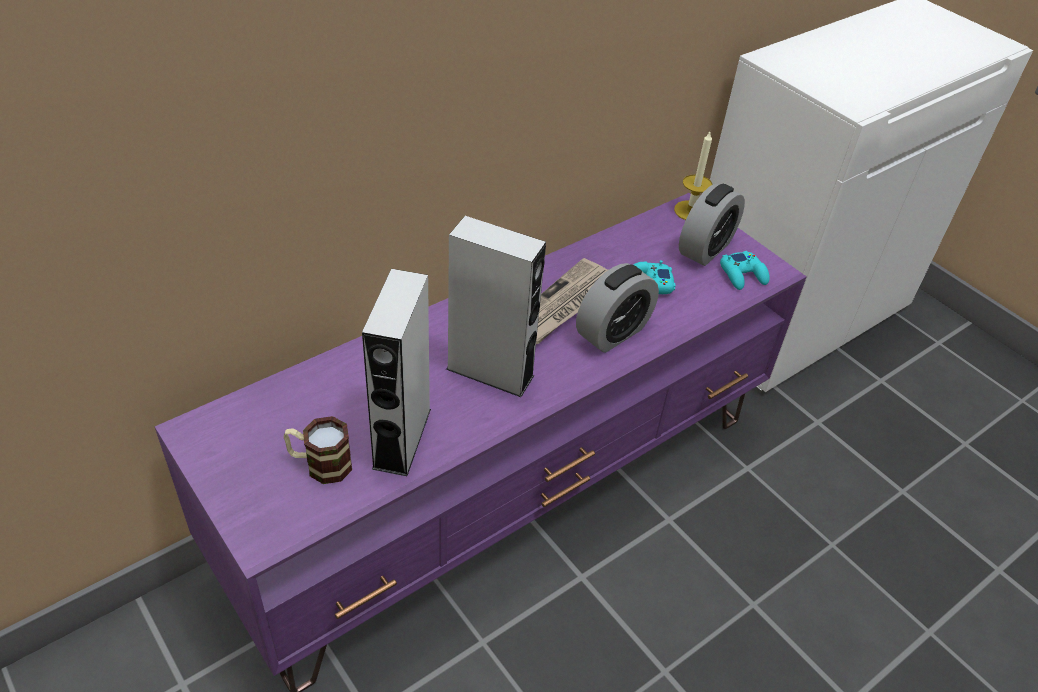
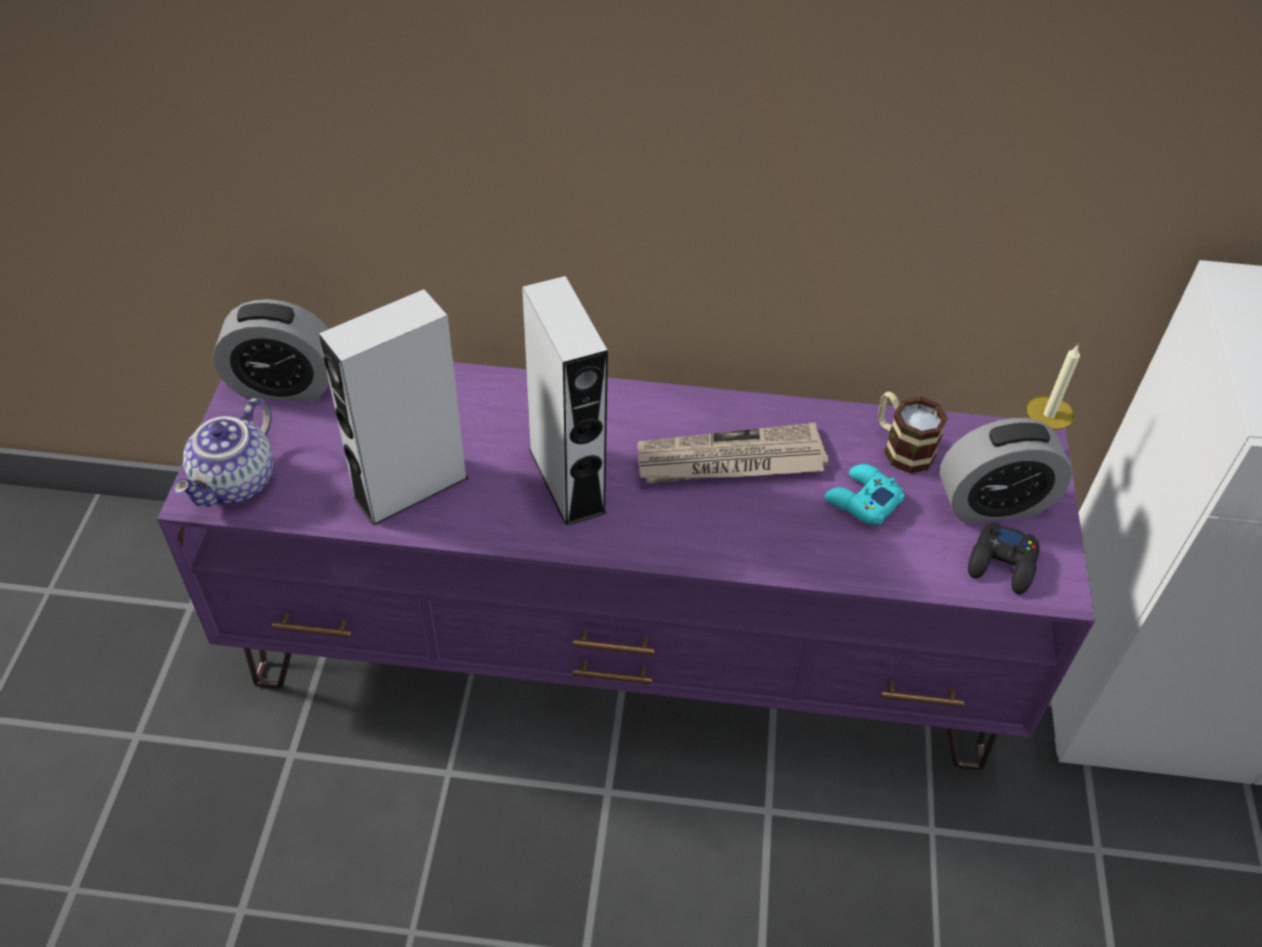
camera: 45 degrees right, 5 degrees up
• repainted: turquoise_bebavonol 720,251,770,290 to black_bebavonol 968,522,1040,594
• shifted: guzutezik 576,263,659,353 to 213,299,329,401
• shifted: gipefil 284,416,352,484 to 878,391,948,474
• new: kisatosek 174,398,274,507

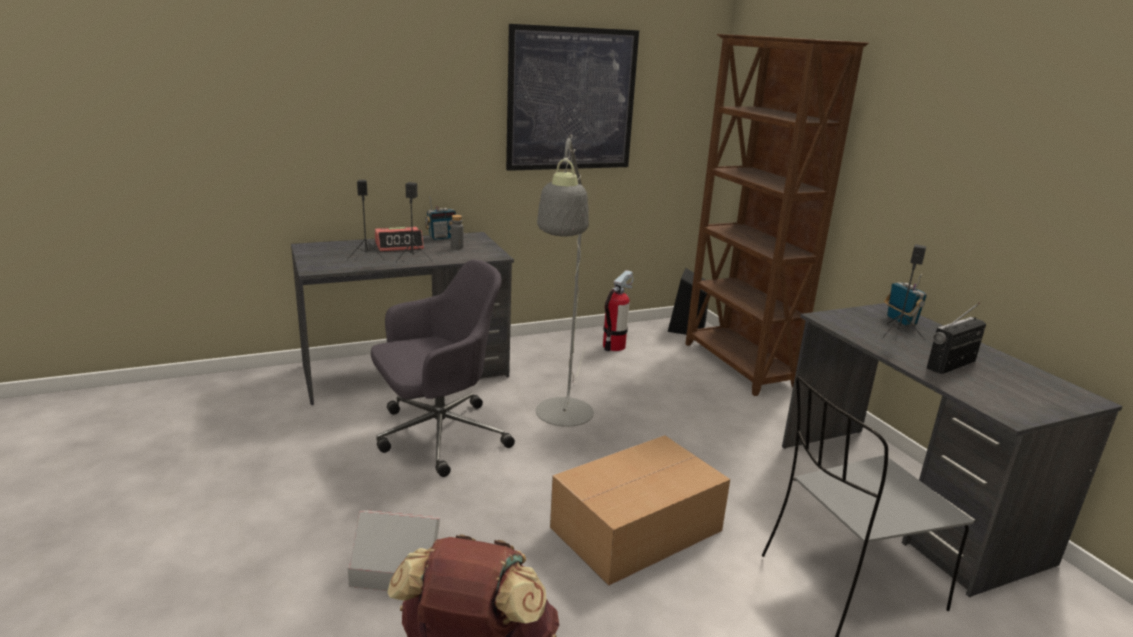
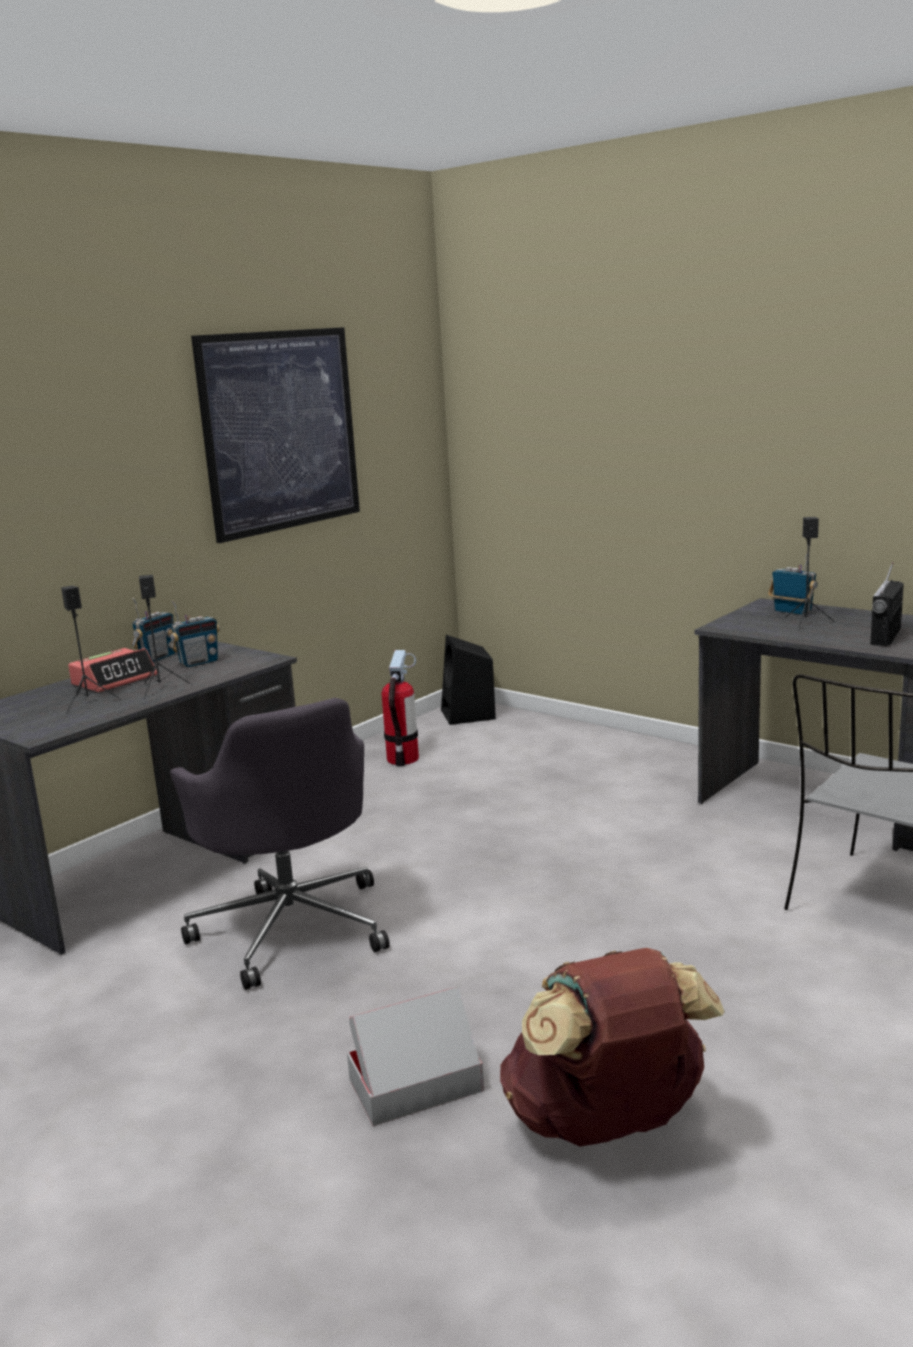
camera: 25 degrees left, 5 degrees down
• gone: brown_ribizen 685,34,869,396
• gone: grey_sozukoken 536,134,594,427
• swapped: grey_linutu 451,215,463,249 to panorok 170,601,220,667
• rotated: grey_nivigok 371,259,515,477 = 170,698,390,990 120 degrees clockwise
• gone: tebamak 550,435,730,586

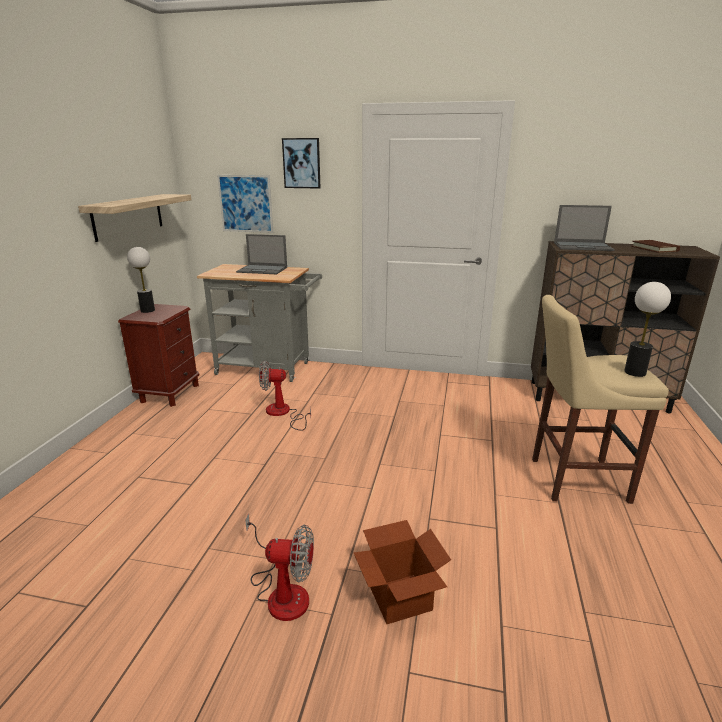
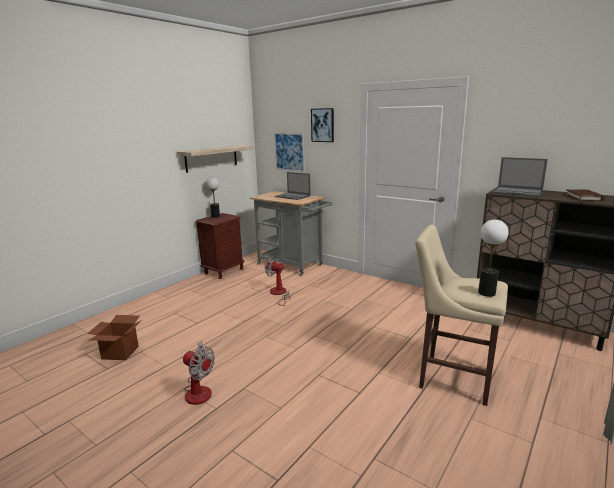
camera: 25 degrees right, 5 degrees down
• shifted: tebamak 353,520,451,624 to 87,315,142,360

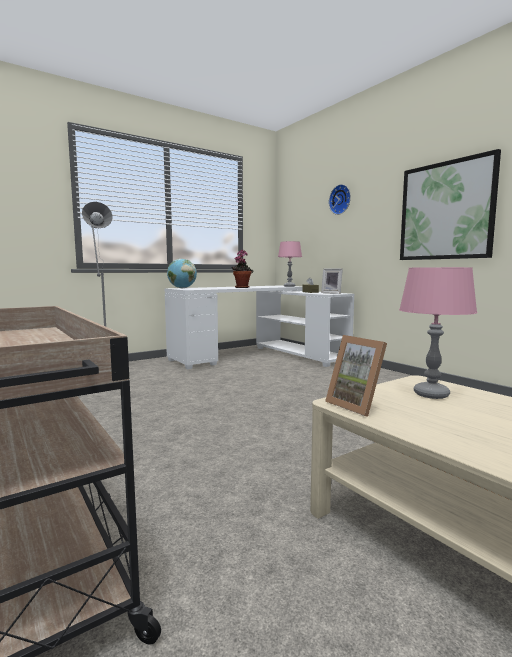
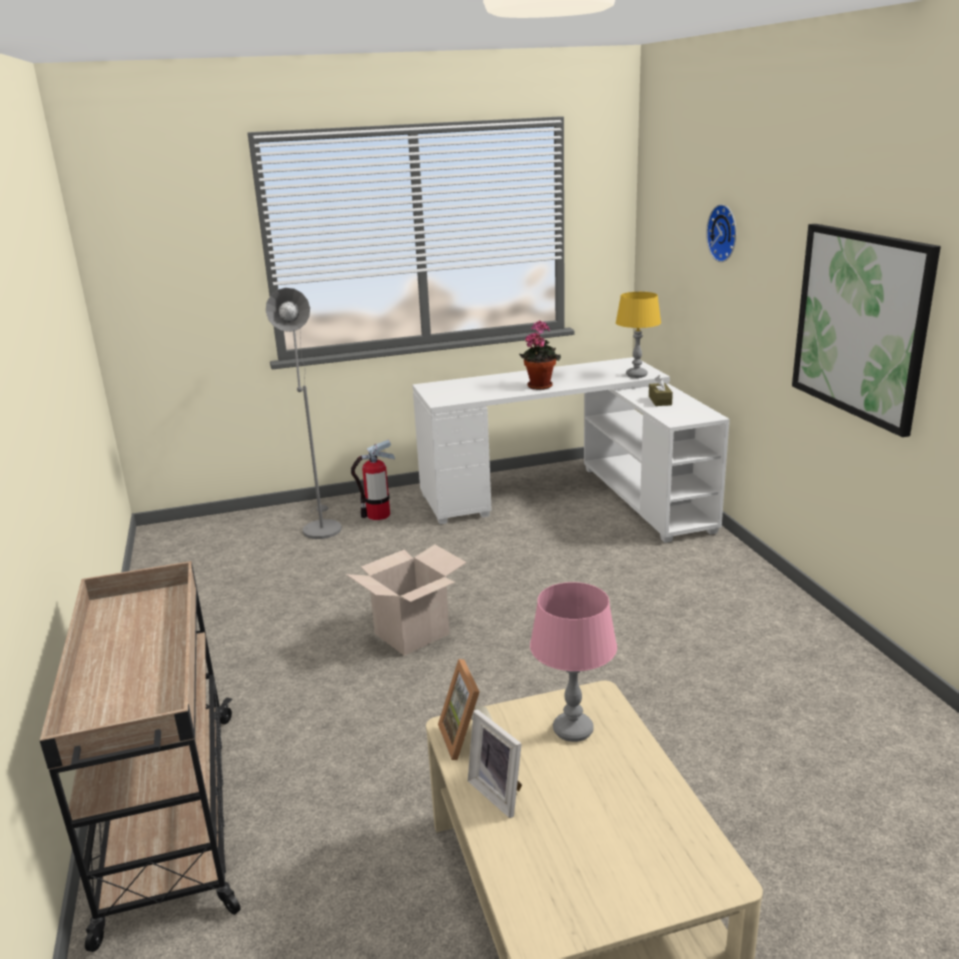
camera: 20 degrees right, 15 degrees up
• repainted: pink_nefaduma 278,241,302,287 to yellow_nefaduma 616,292,661,378
• gone: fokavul 167,259,197,288
• shifted: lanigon 321,268,343,294 to 468,709,522,818
• new: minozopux 351,439,395,520
• new: tebamak 346,544,467,656

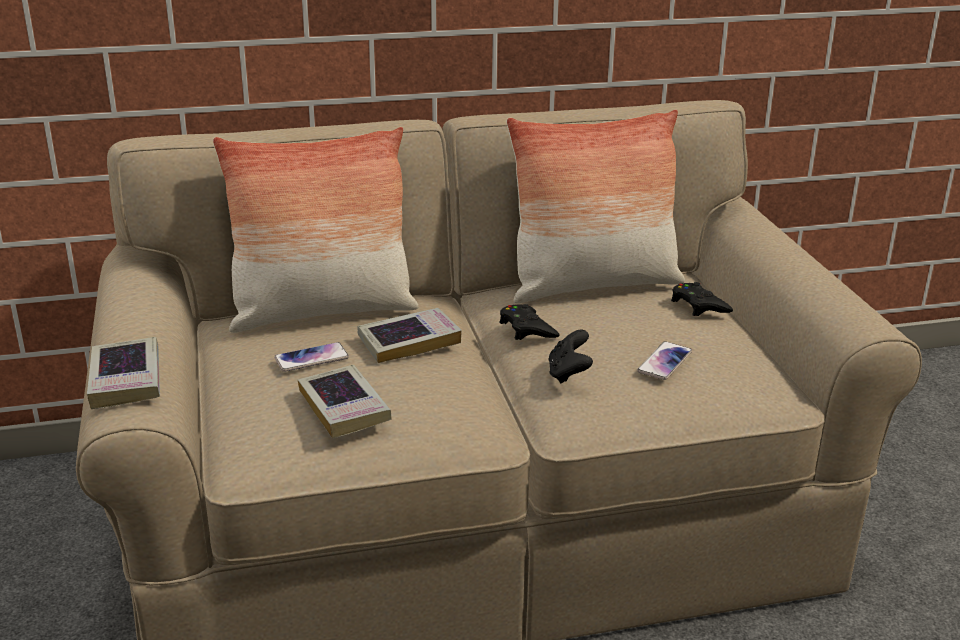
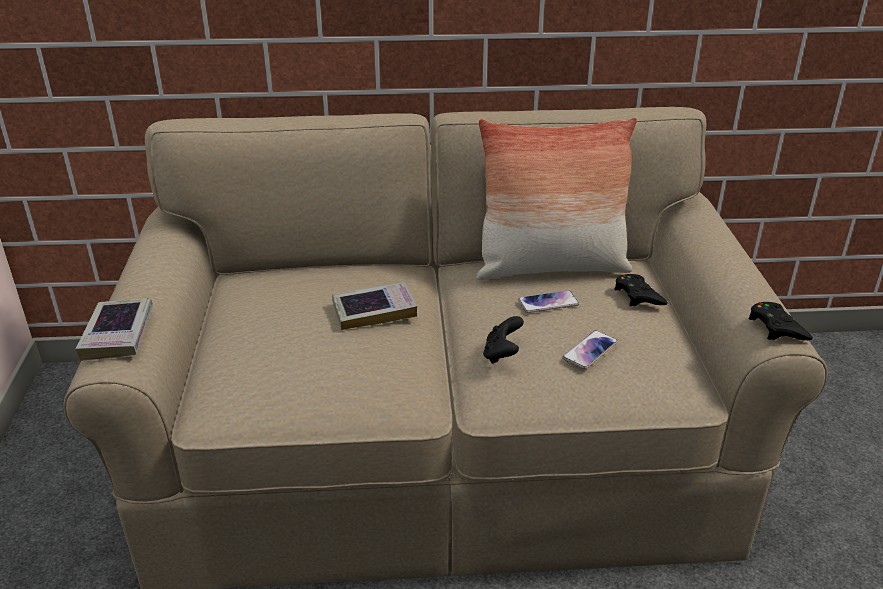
camera: 10 degrees right, 5 degrees up
• gone: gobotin 213,127,418,333
• shifted: black_bebavonol 499,304,559,340 to 748,302,813,340
• shifted: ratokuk 274,342,349,372 to 518,290,579,313
• gone: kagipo 298,365,392,438

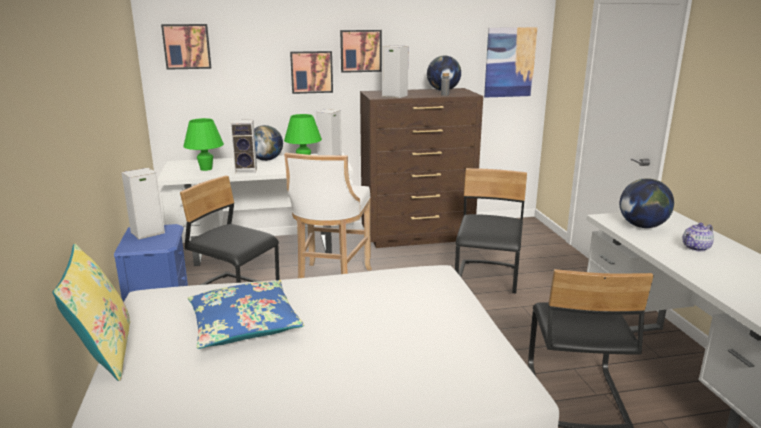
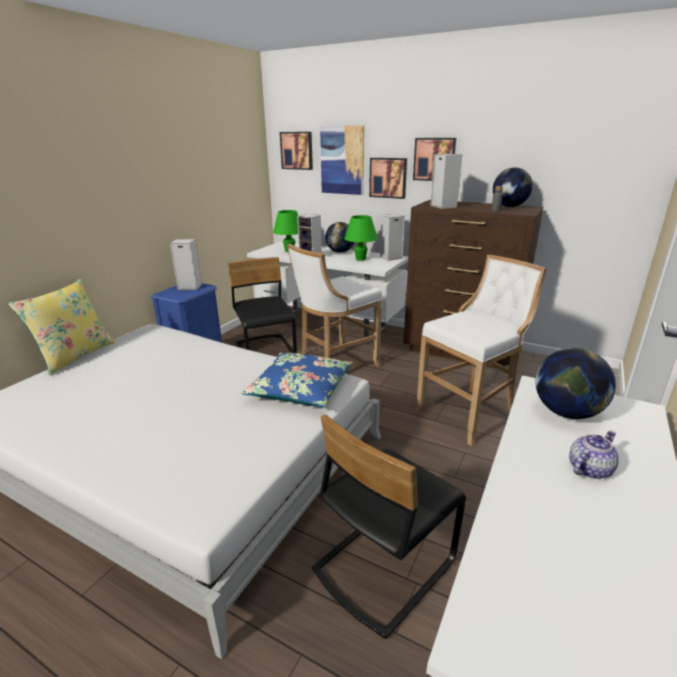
camera: 40 degrees right, 5 degrees up
• shifted: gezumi 484,27,538,98 to 320,125,364,195
• swapped: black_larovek 455,168,527,294 to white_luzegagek 415,255,547,446
• rotated: kisatosek 682,223,714,252 = 569,431,619,479 135 degrees clockwise
• shifted: blue_gobotin 188,280,304,349 to 241,353,353,408

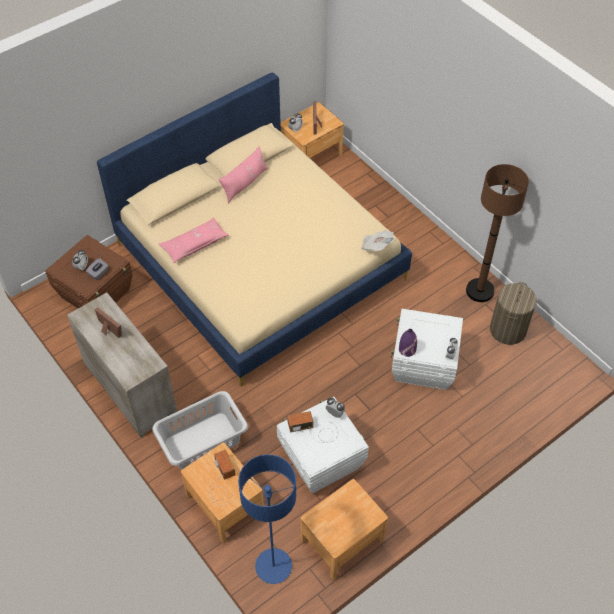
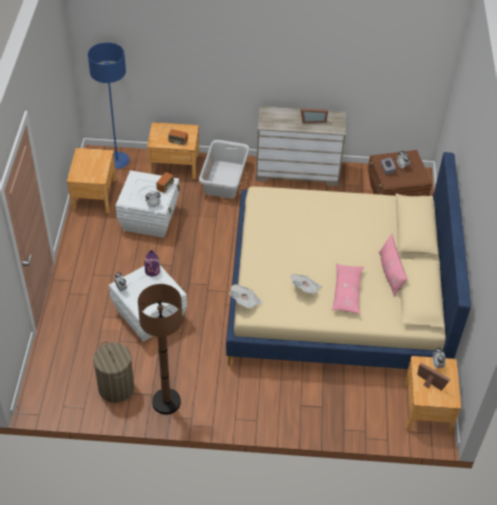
camera: 130 degrees right, 5 degrees down
• shifted: pink_gobotin 159,217,229,263 to 332,263,364,314
• new: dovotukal 290,274,322,294

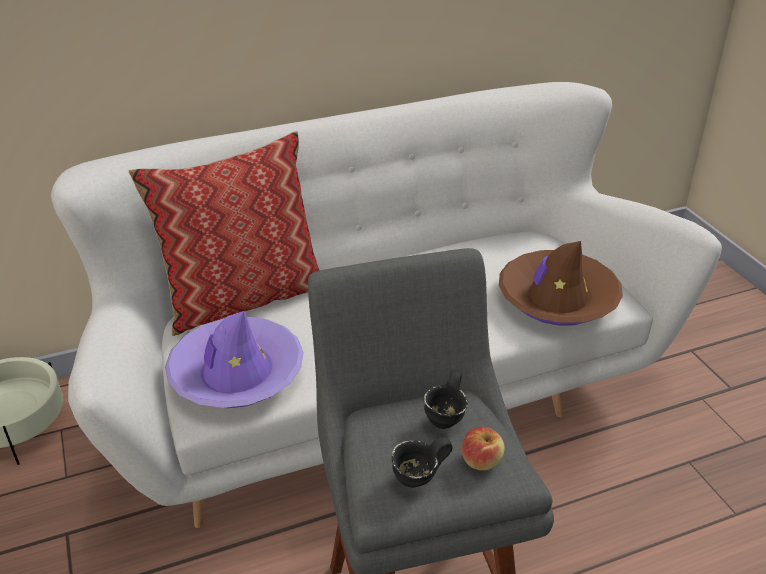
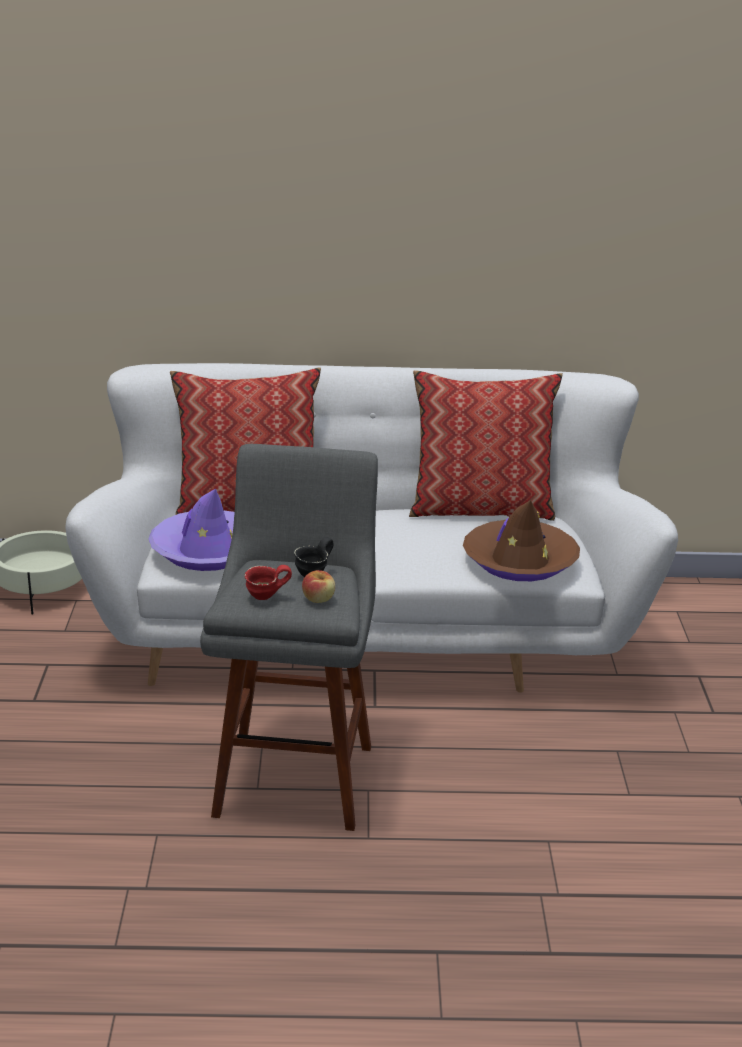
camera: 20 degrees right, 10 degrees down
• repainted: black_gipefil 392,437,453,488 to red_gipefil 245,565,292,600
• new: gobotin 409,370,563,521

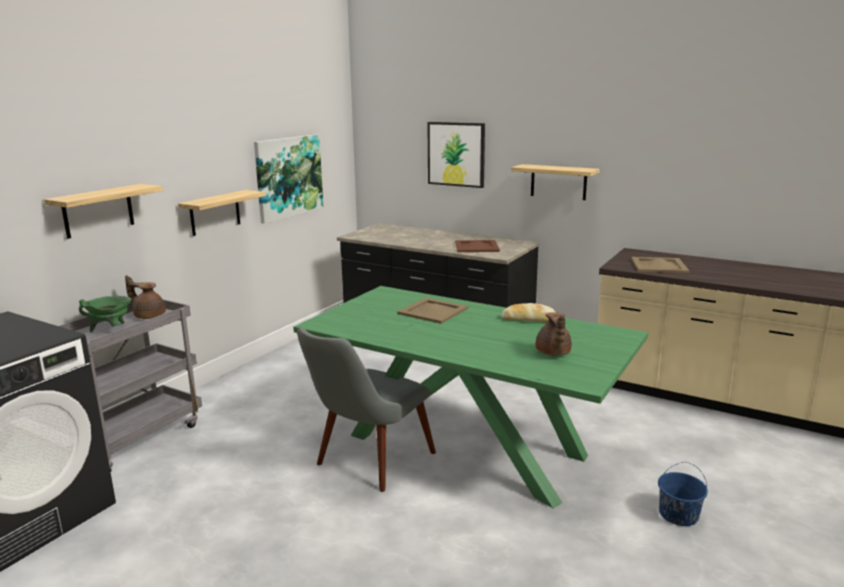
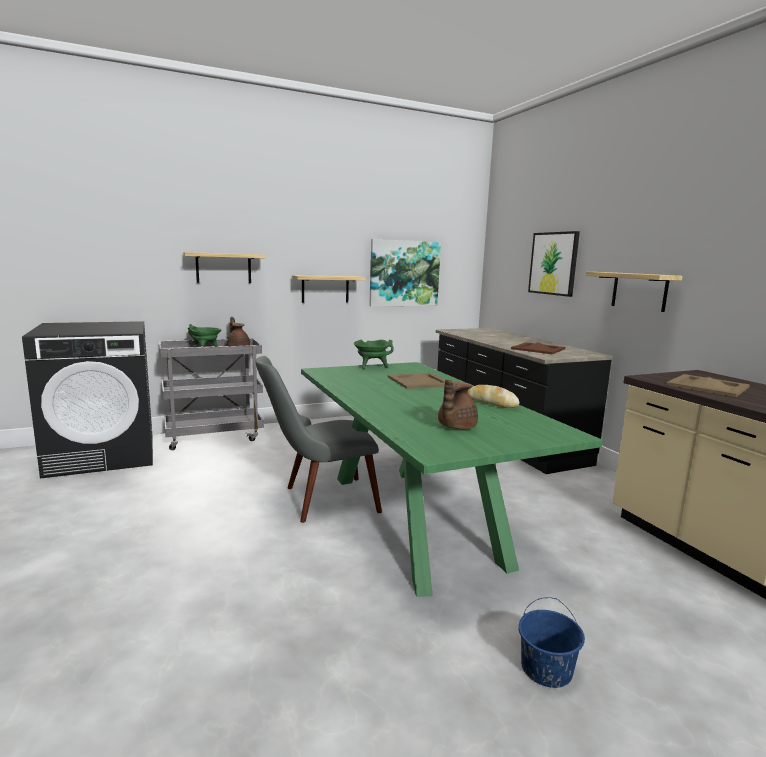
camera: 35 degrees right, 5 degrees down
• new: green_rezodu 354,339,394,369

